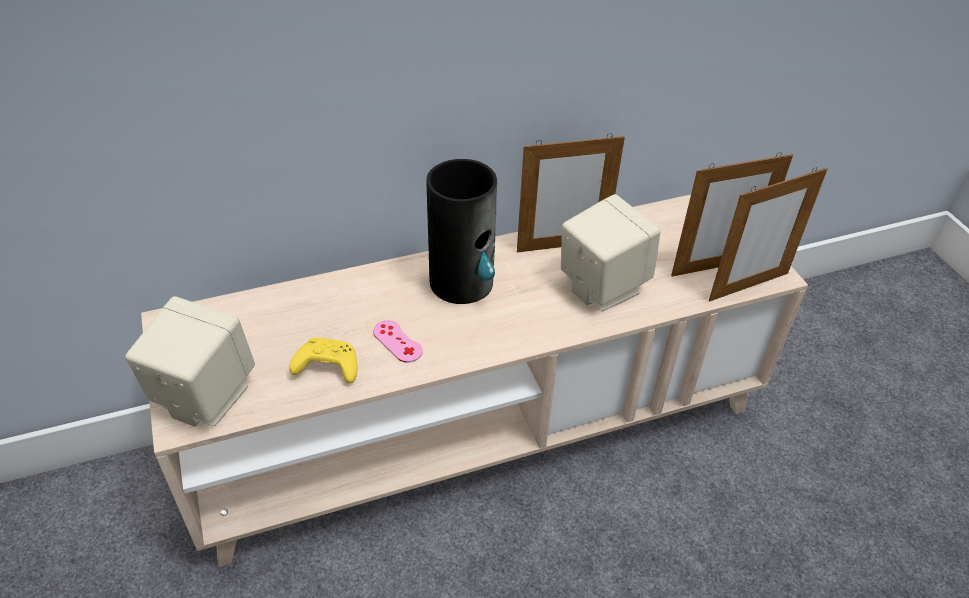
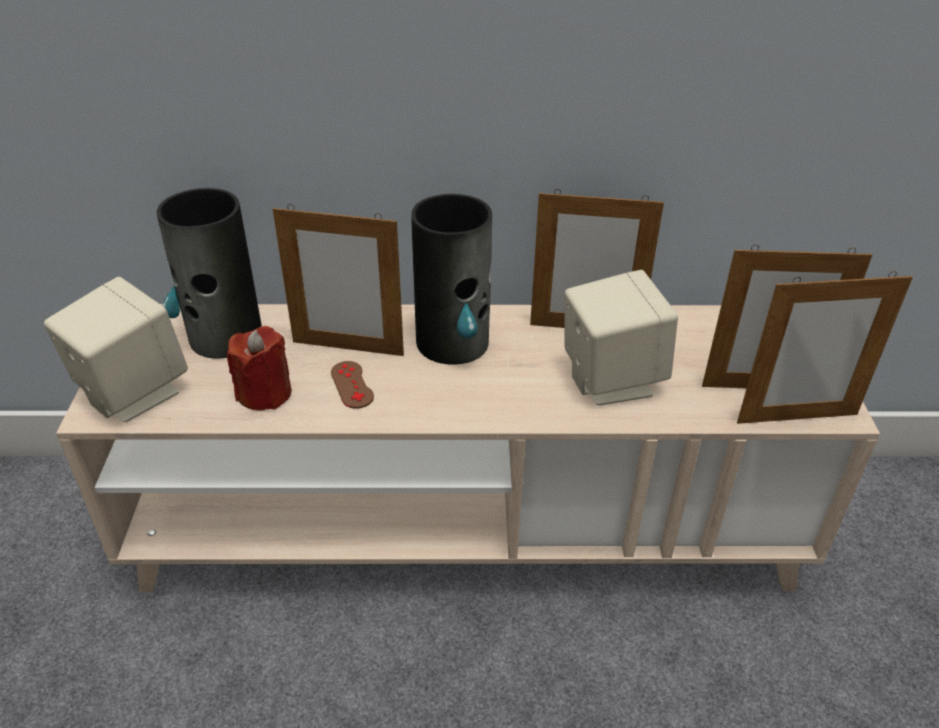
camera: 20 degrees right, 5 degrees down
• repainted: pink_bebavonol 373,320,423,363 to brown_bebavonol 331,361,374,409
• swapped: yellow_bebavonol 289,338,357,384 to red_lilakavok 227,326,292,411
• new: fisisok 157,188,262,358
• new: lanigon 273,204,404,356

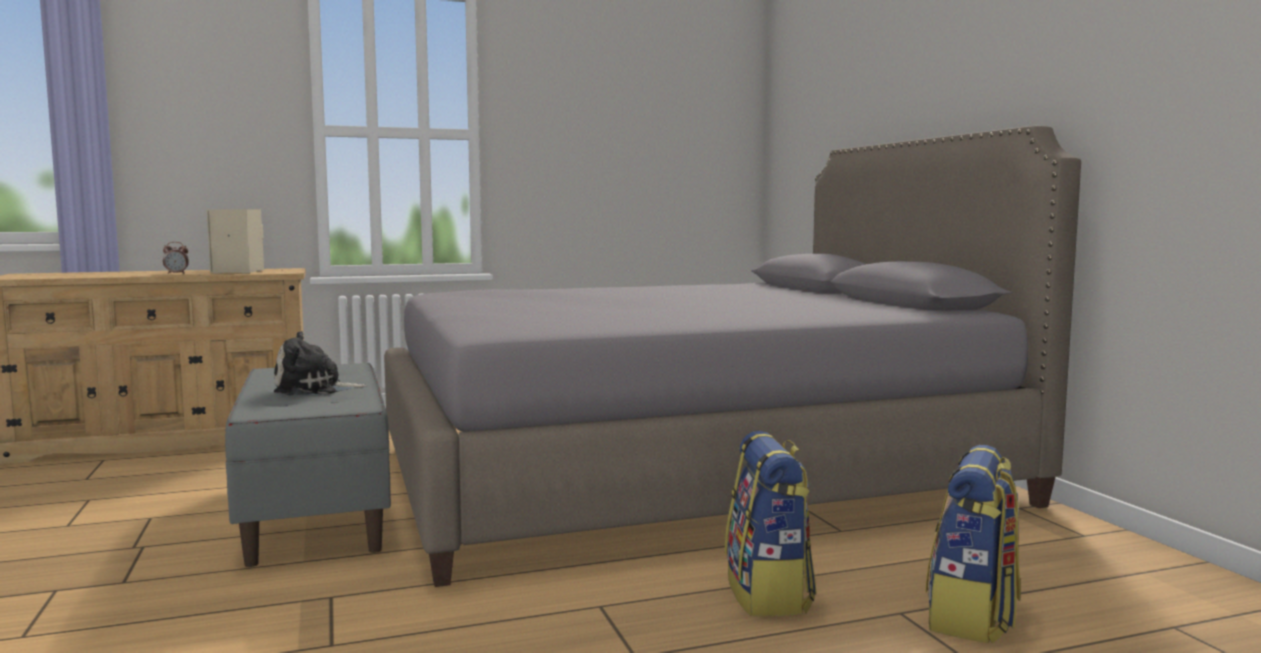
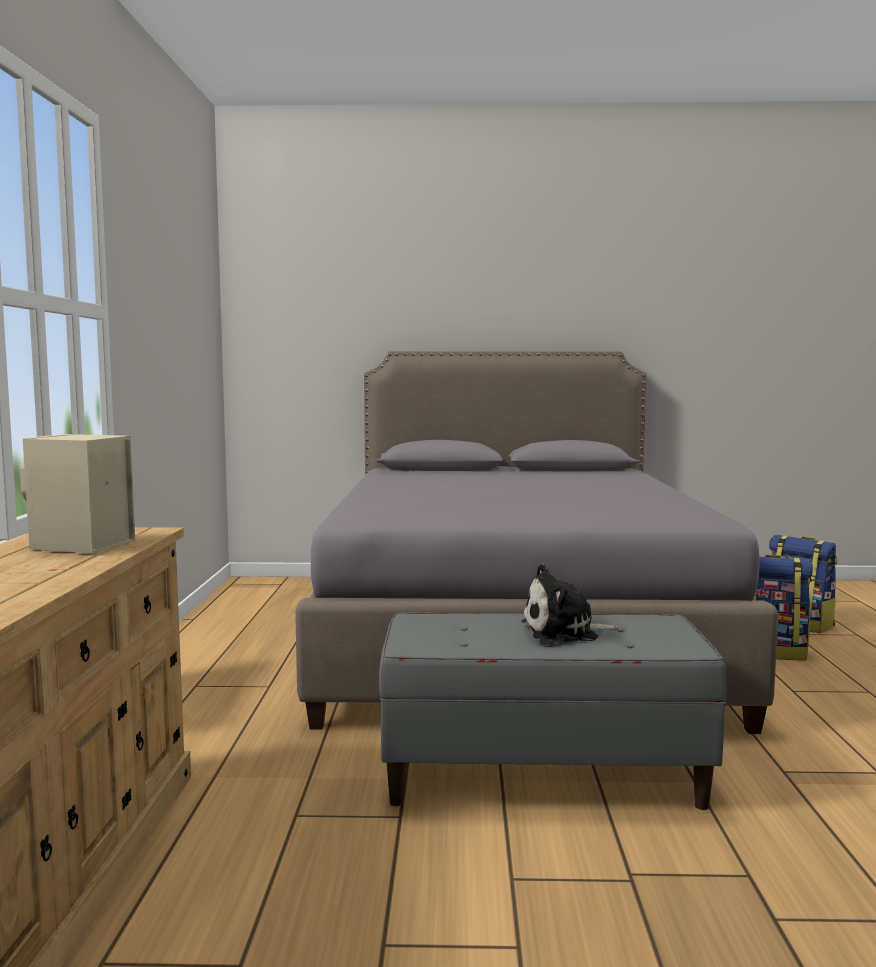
camera: 70 degrees left, 0 degrees up
• gone: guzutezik 163,242,189,274
• rotated: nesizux 274,331,368,395 = 521,564,618,642 75 degrees clockwise

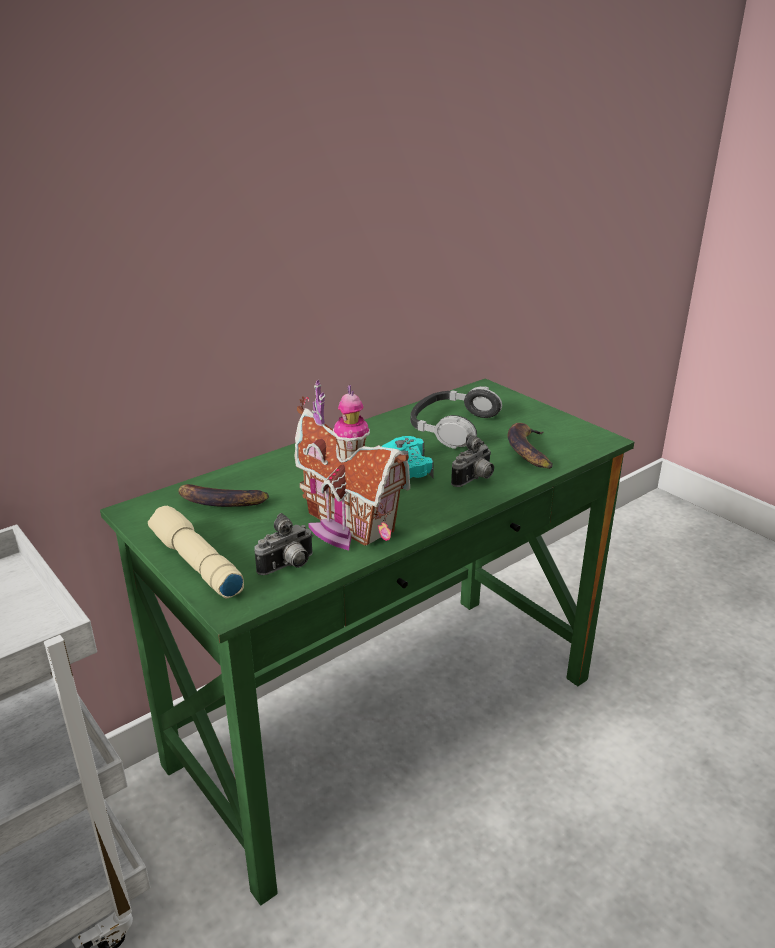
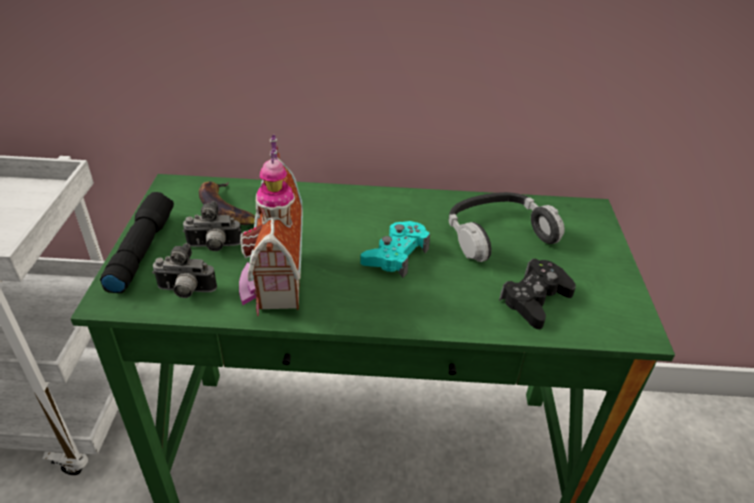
camera: 40 degrees right, 10 degrees up
• swapped: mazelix 508,423,553,469 to black_bebavonol 499,259,576,329
• shifted: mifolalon 451,434,494,487 to 183,201,241,251
• repainted: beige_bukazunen 148,506,244,599 to black_bukazunen 100,192,174,293

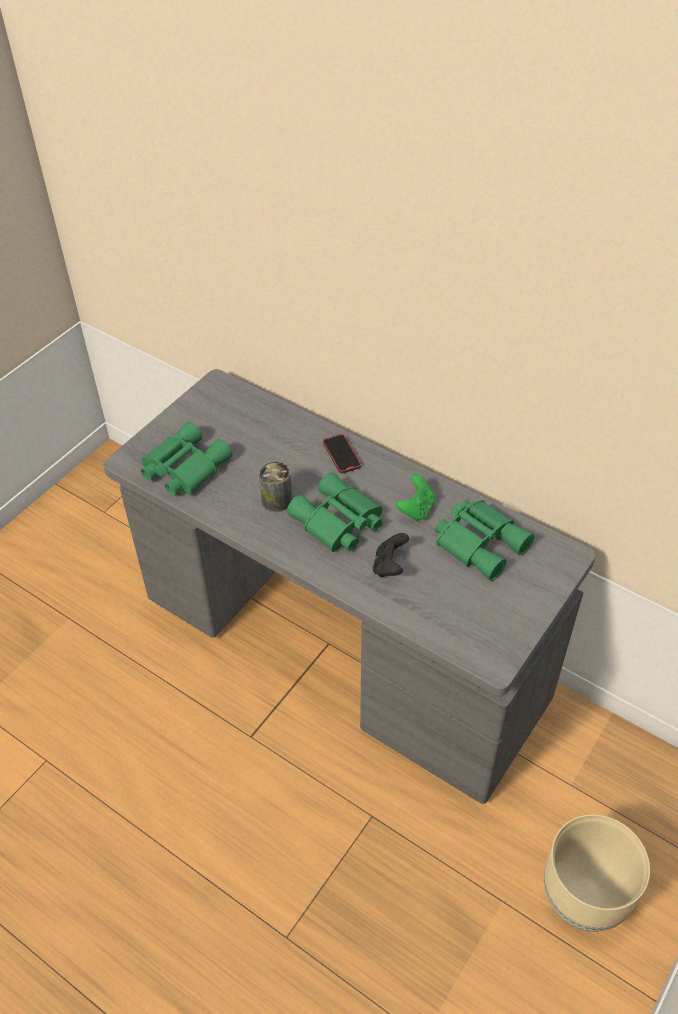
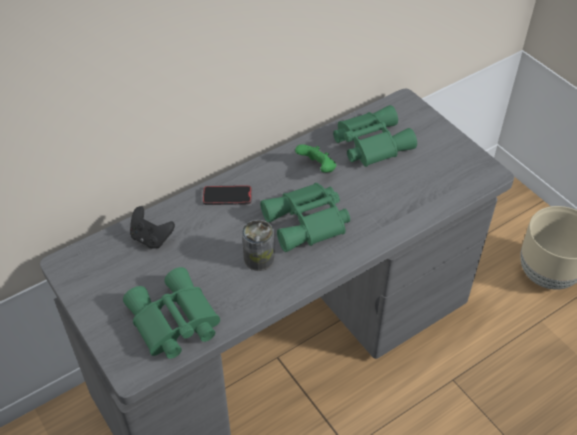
camera: 70 degrees left, 0 degrees up
• shifted: black_bebavonol 373,533,409,577 to 130,206,175,249

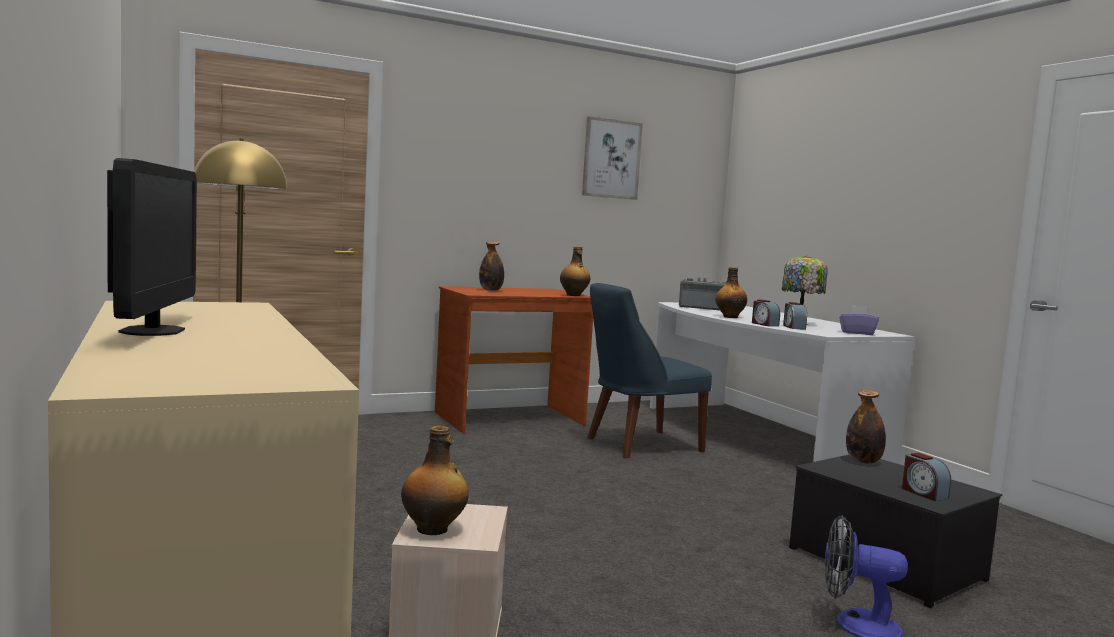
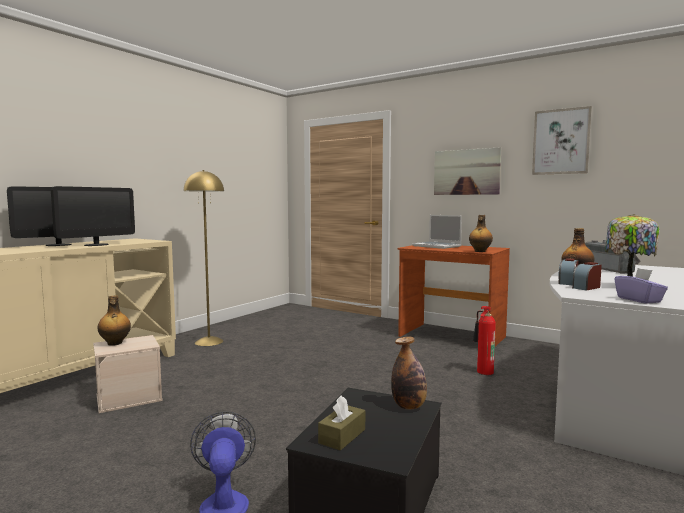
camera: 60 degrees right, 0 degrees up
• swapped: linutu 479,241,504,291 to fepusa 412,215,462,249
• swapped: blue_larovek 587,283,712,459 to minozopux 473,306,496,375
• swapped: guzutezik 902,453,951,501 to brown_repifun 318,395,365,451
• new: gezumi 434,147,501,195
• new: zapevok 51,186,135,246

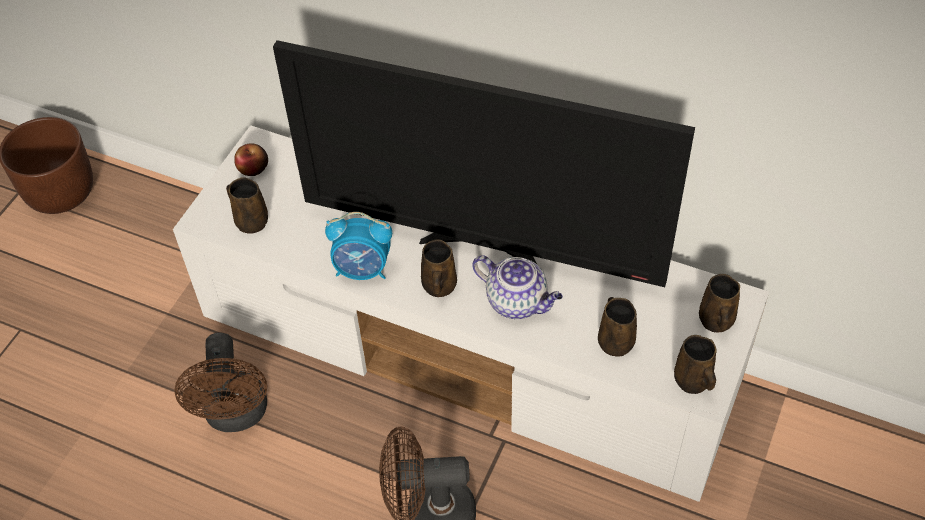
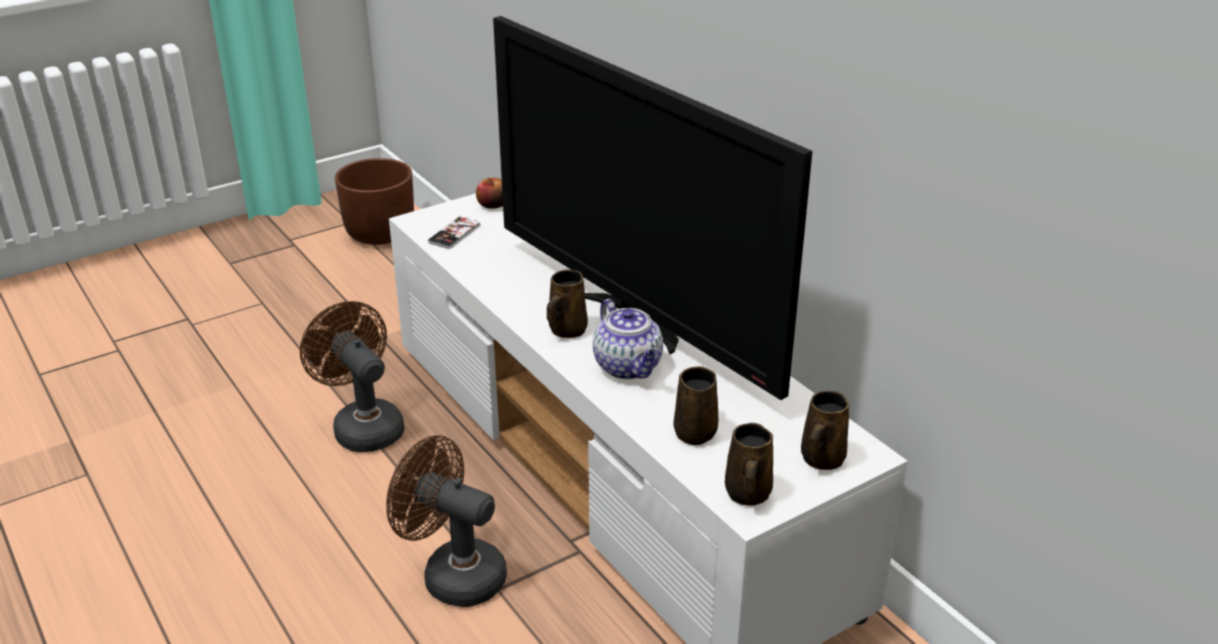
camera: 30 degrees right, 20 degrees down
• swapped: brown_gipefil 226,177,268,234 to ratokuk 428,216,481,249
• gone: guzutezik 325,212,392,280
• rotated: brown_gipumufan 174,332,267,432 = 300,301,405,452 120 degrees clockwise

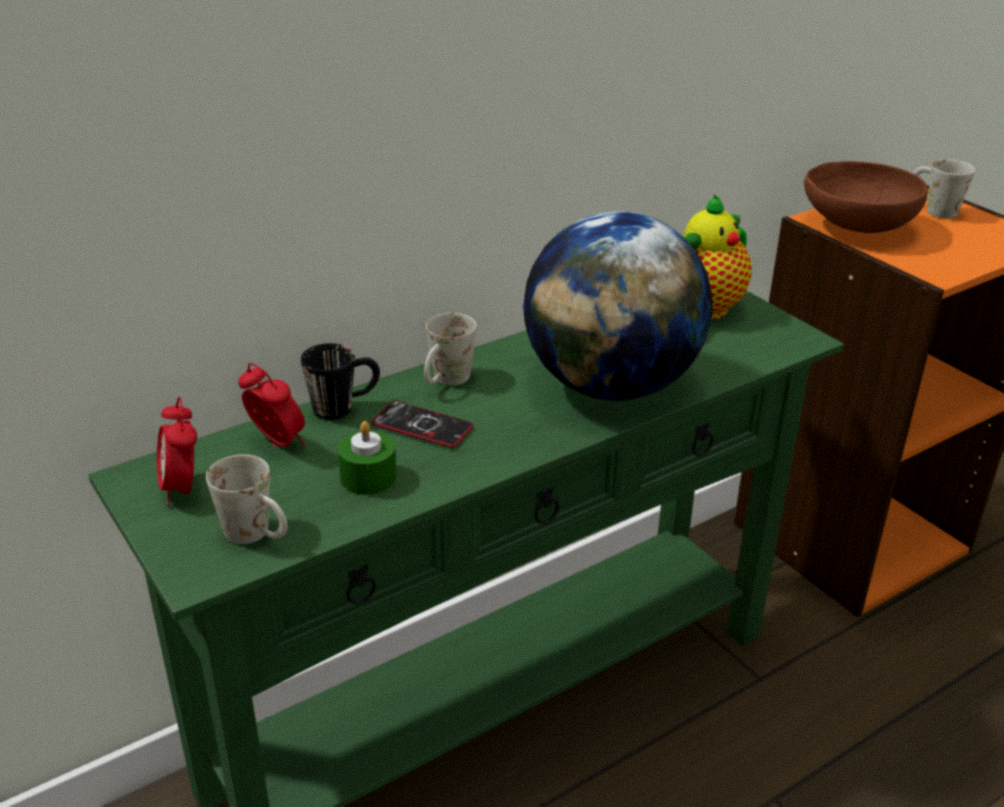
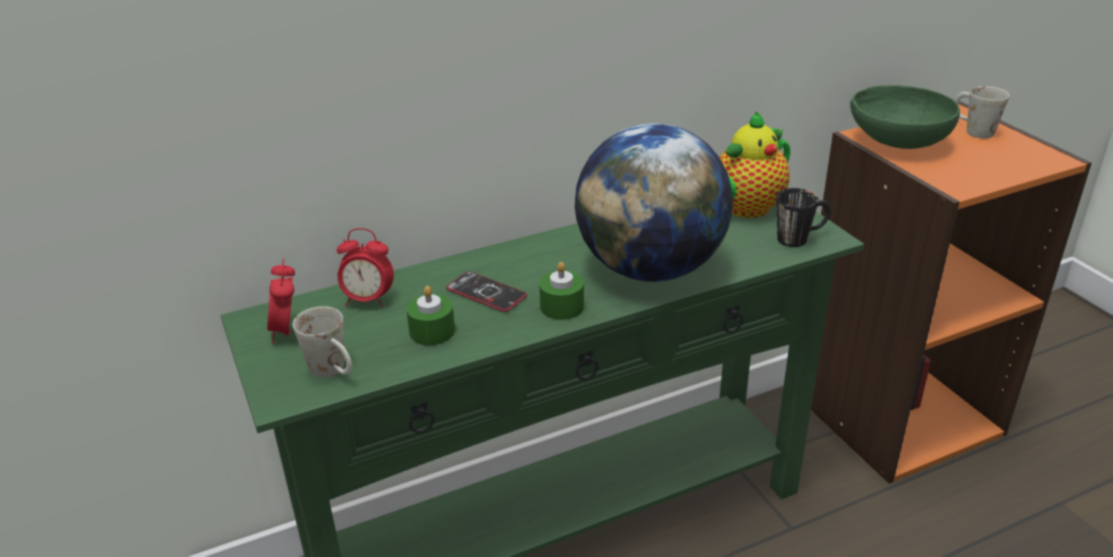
camera: 10 degrees right, 0 degrees up
• repainted: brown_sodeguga 804,161,928,233 to green_sodeguga 850,85,960,149
• gone: white_gipefil 424,313,477,386
• shifted: black_gipefil 301,343,380,420 to 776,188,831,247
• rotated: guzutezik 238,363,305,447 = 337,228,394,308 135 degrees clockwise
• new: green_lilakavok 539,262,584,320

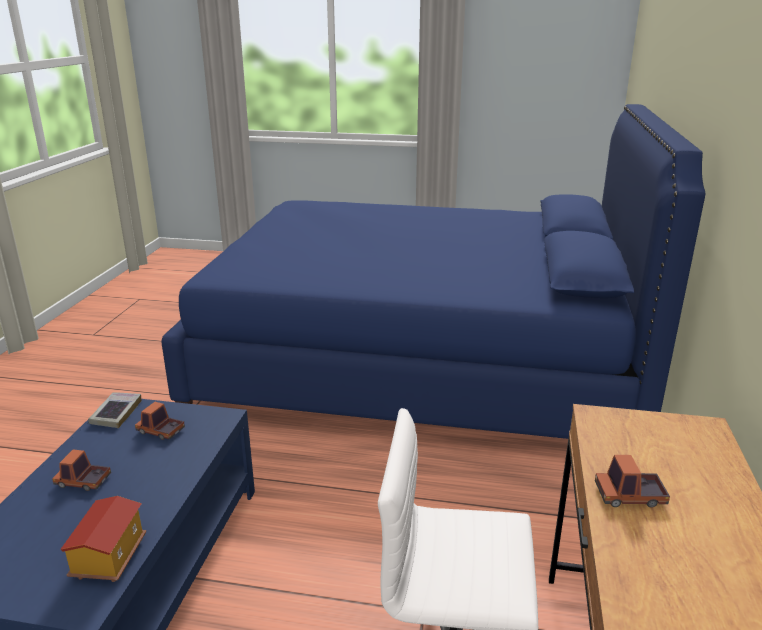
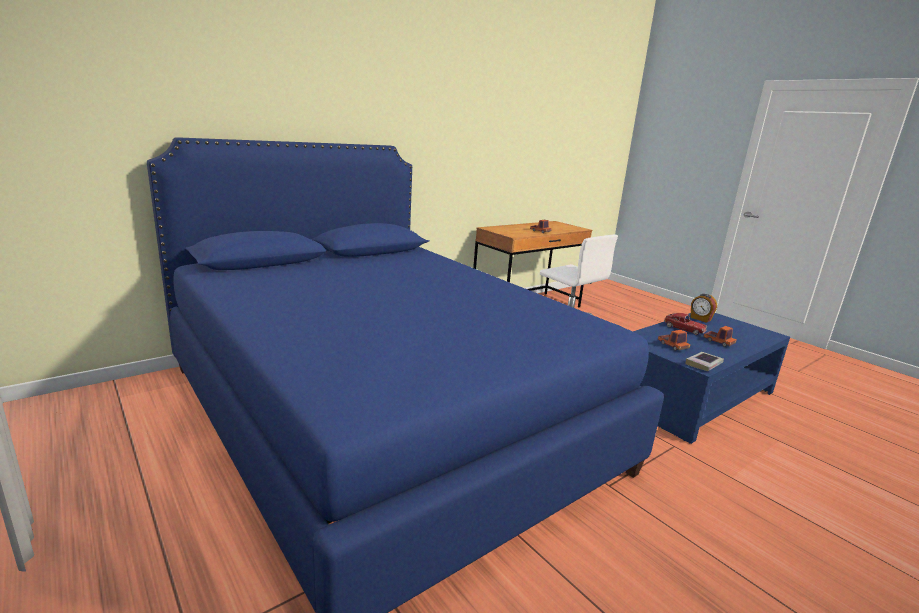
camera: 140 degrees left, 5 degrees down
• swapped: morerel 60,496,146,582 to guzutezik 690,294,717,323
• new: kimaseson 664,313,707,335

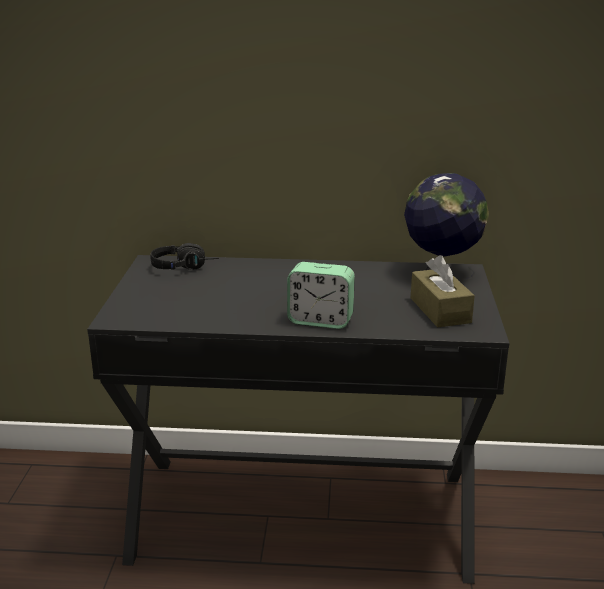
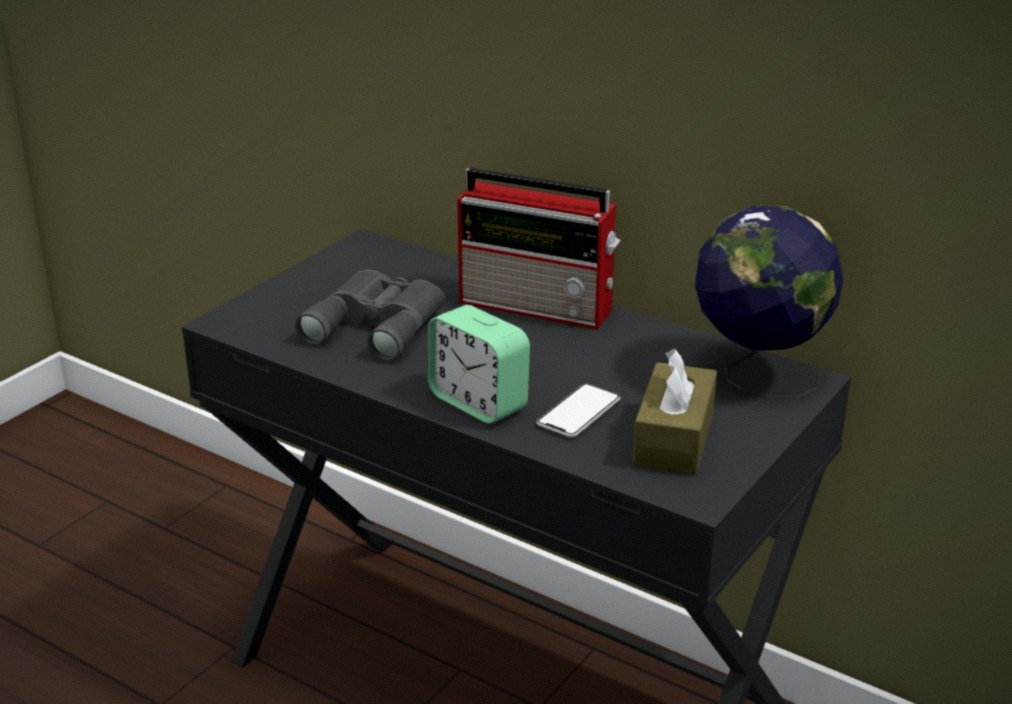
camera: 30 degrees right, 5 degrees up
• gone: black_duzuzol 150,243,219,270
• new: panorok 458,168,621,329
• new: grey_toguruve 295,270,445,362
• new: ratokuk 536,384,621,438

